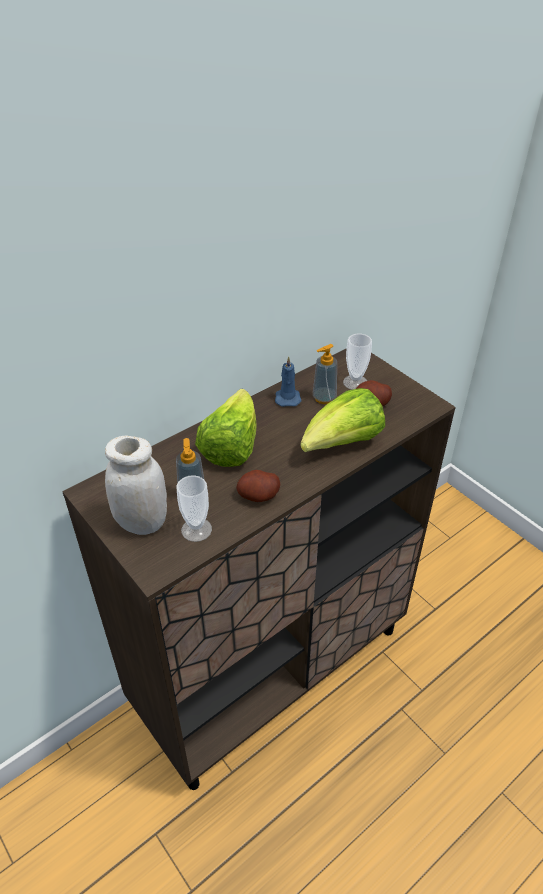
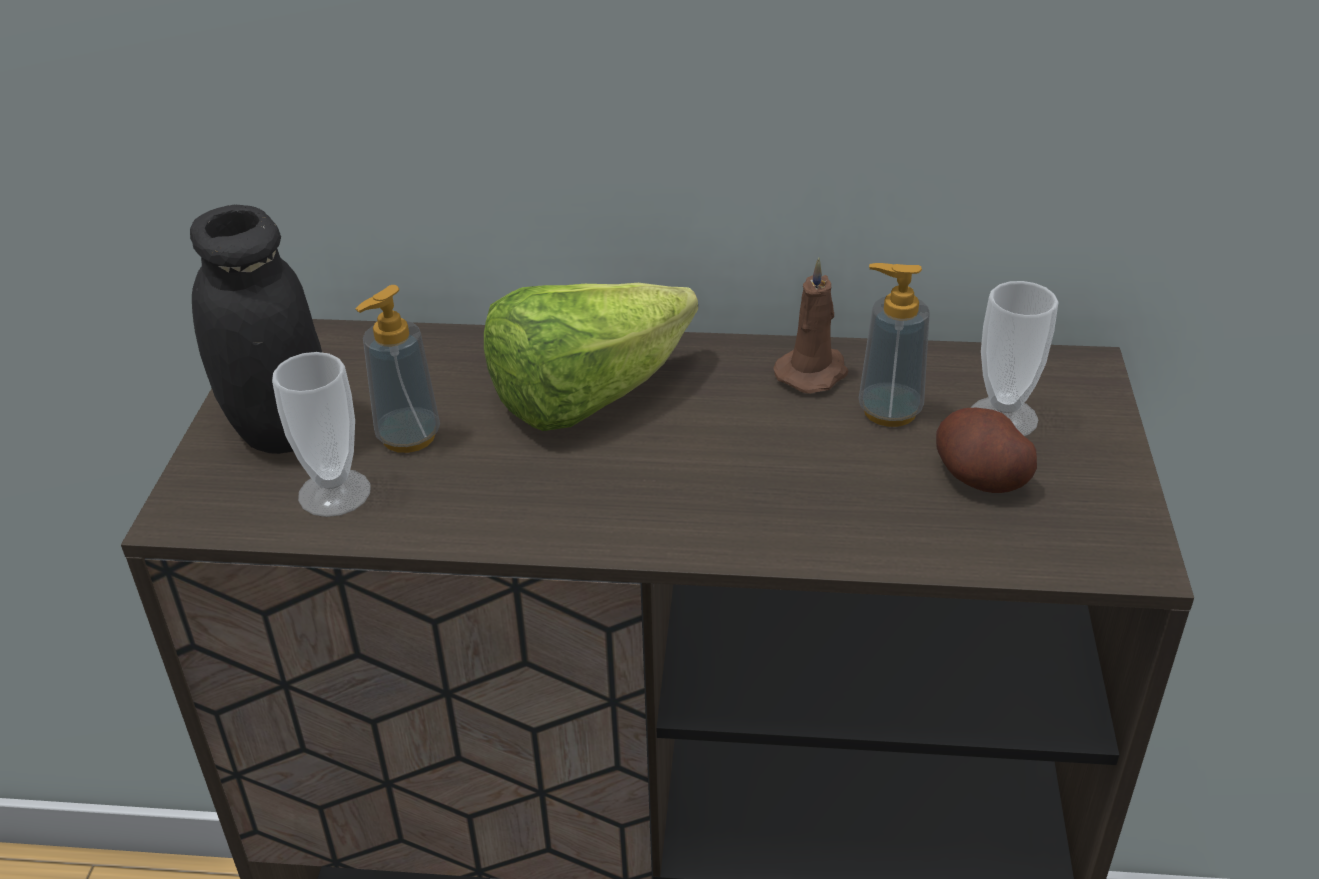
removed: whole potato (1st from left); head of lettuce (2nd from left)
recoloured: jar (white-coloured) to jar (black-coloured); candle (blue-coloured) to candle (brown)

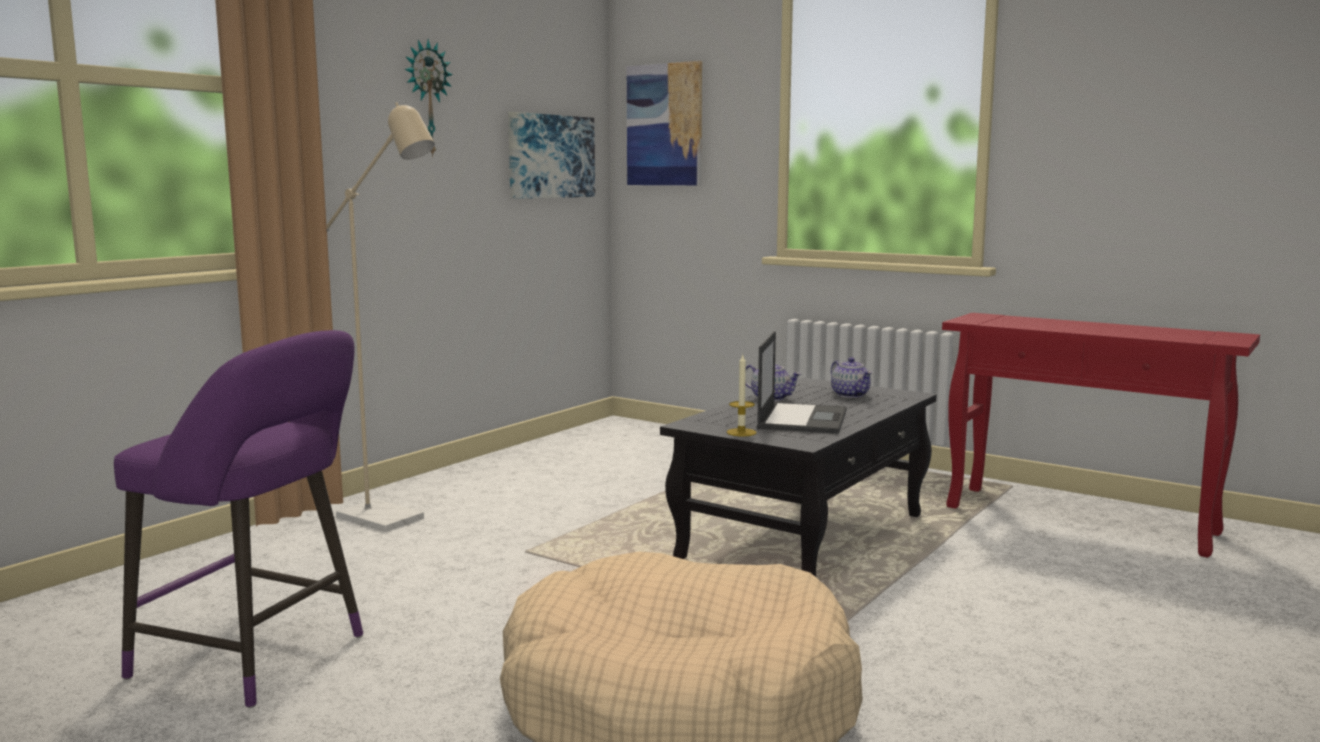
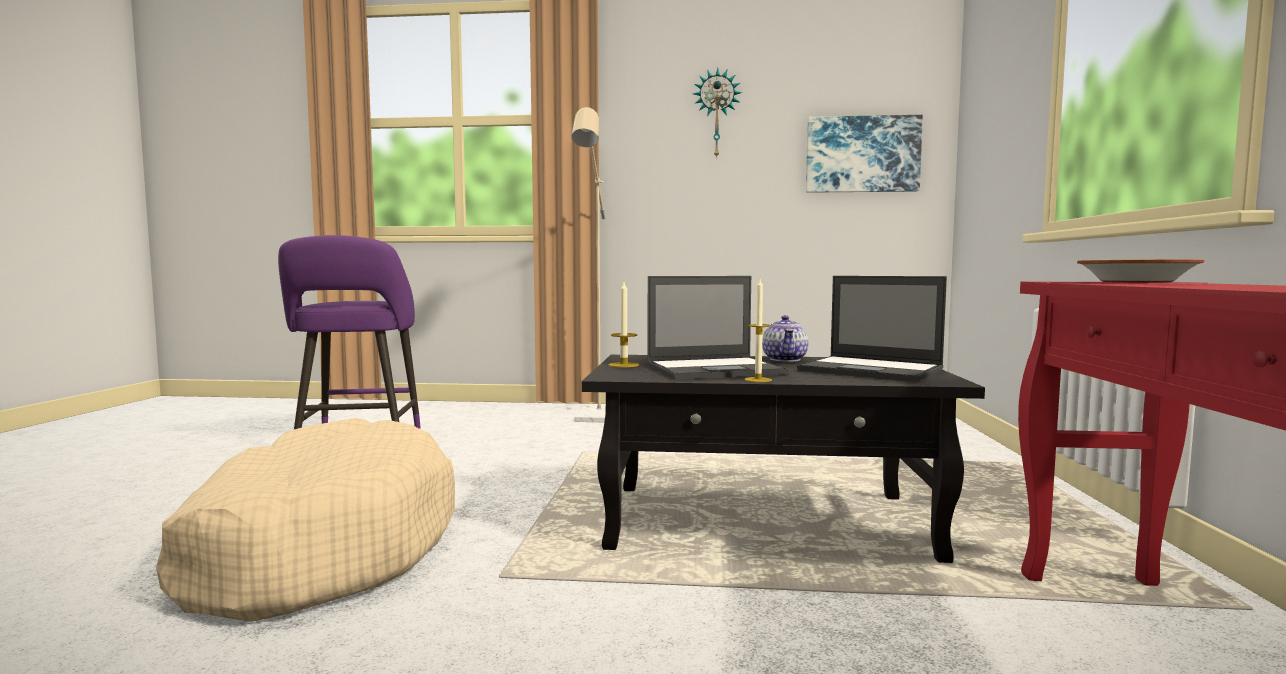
removed: wall picture (2nd from left)
added: candle (2nd from left); deep dish
replaced: tea pot (2nd from left) to notebook computer (2nd from left)

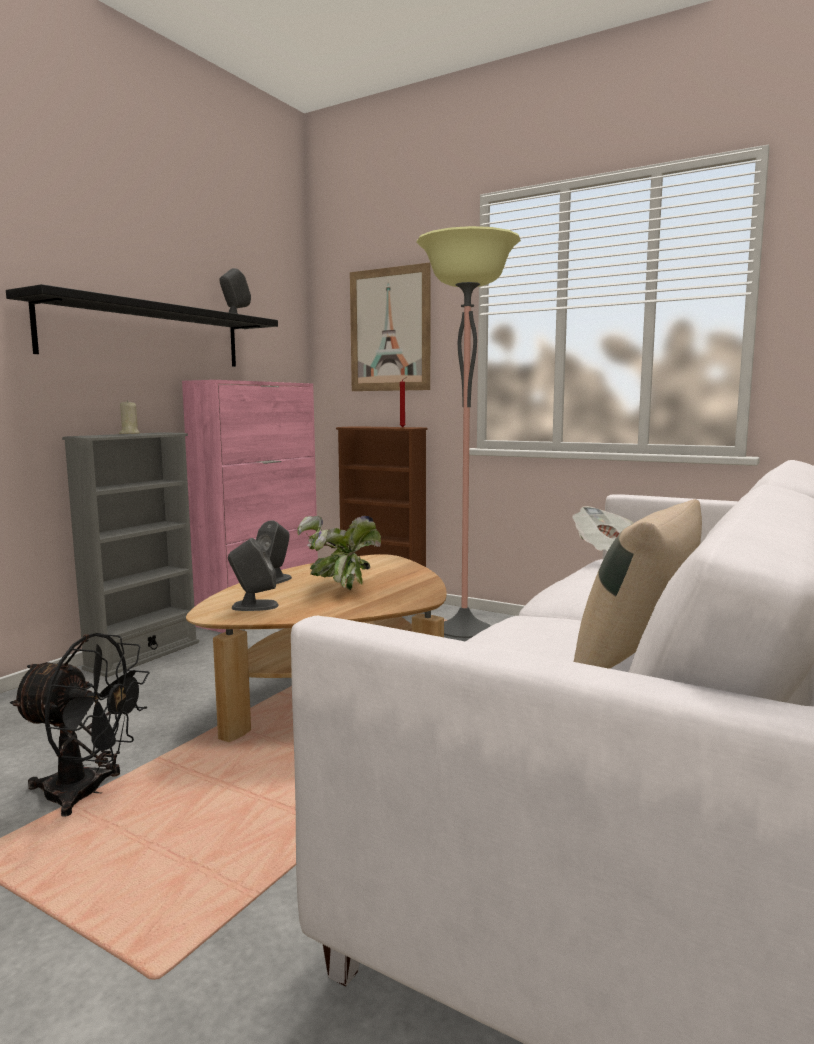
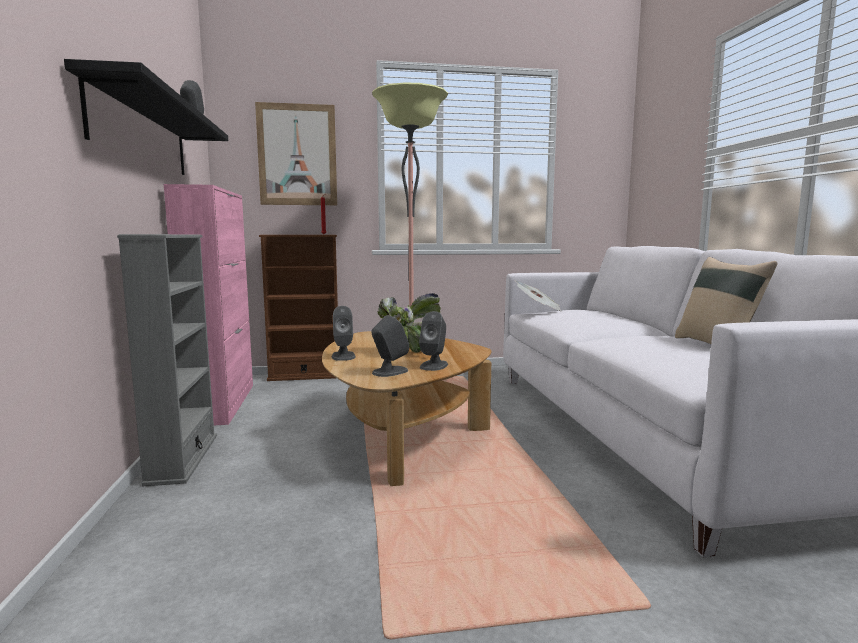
removed: cooling fan (black-coloured); candle (beige-coloured)
added: audio speaker (greyish) (4th from left)

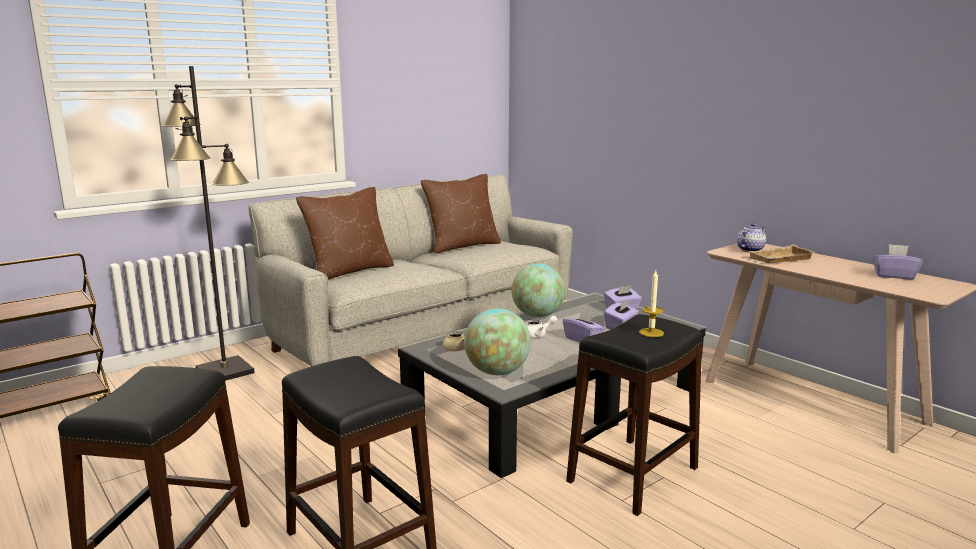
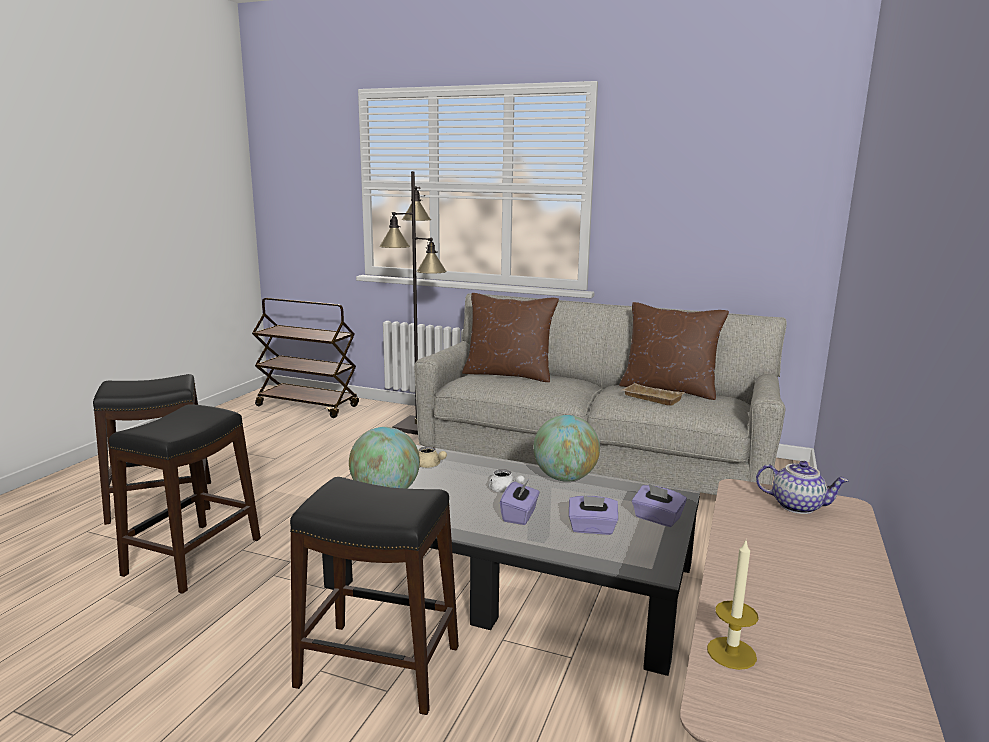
removed: tissue holder (purple-coloured) (4th from left)
moved: carrying tray (beige-coloured); candle

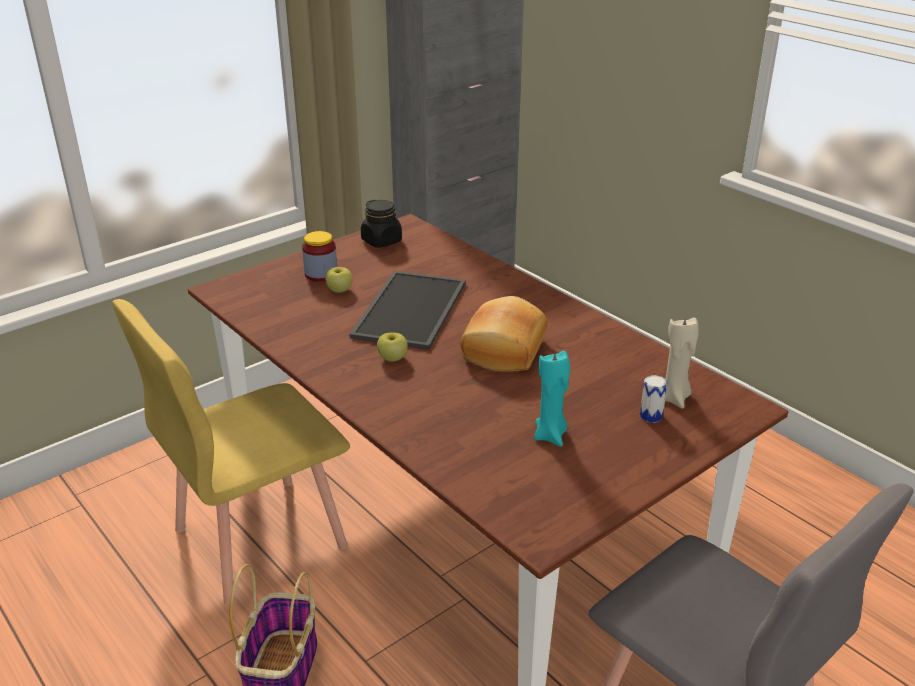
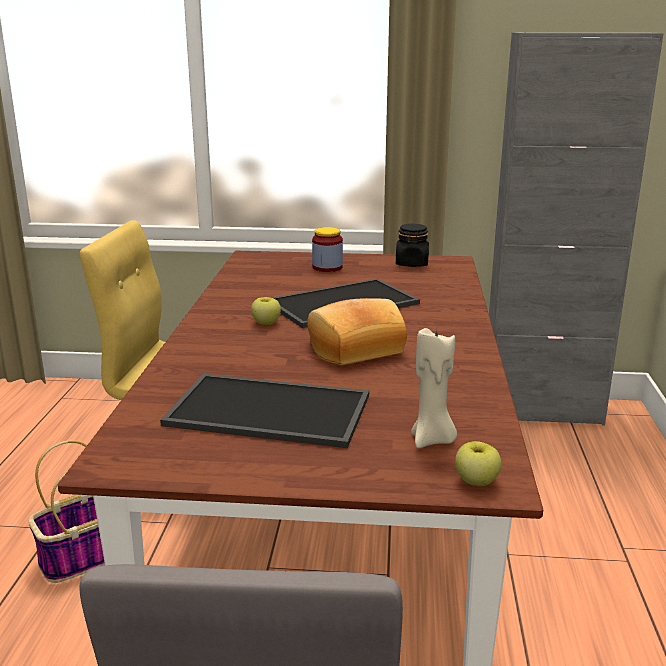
removed: metal can
moved: apple fruit (1st from left in the first image) to apple fruit (2nd from left)
replaced: candle (blue-green) to carrying tray (1st from left)

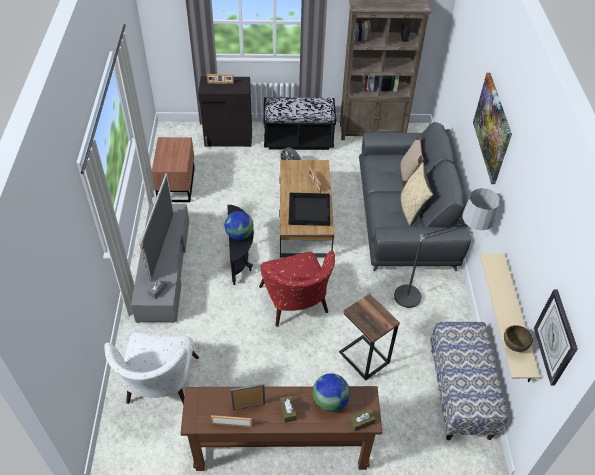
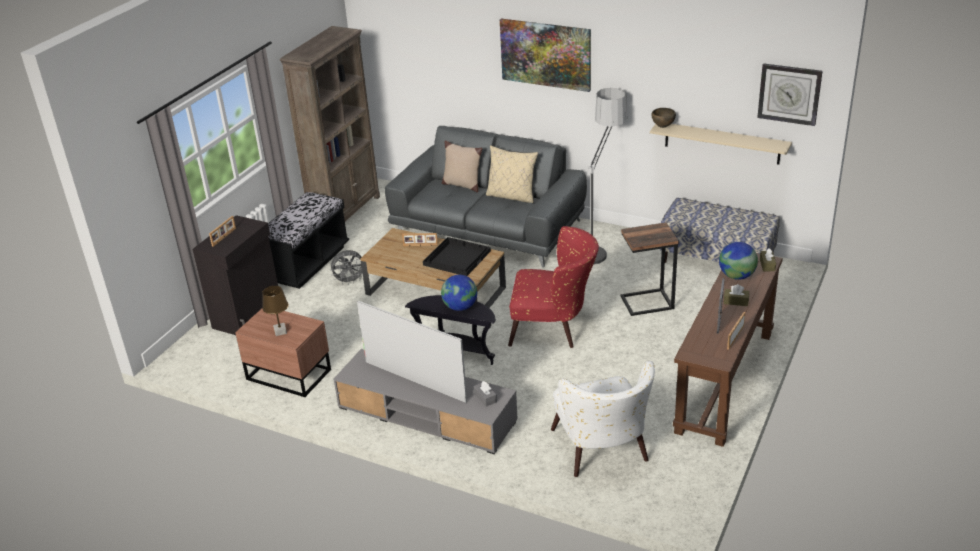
added: table lamp (brown)
moved: deep dish (brown)
turned: lounge chair (white-coloured) 45 degrees clockwise

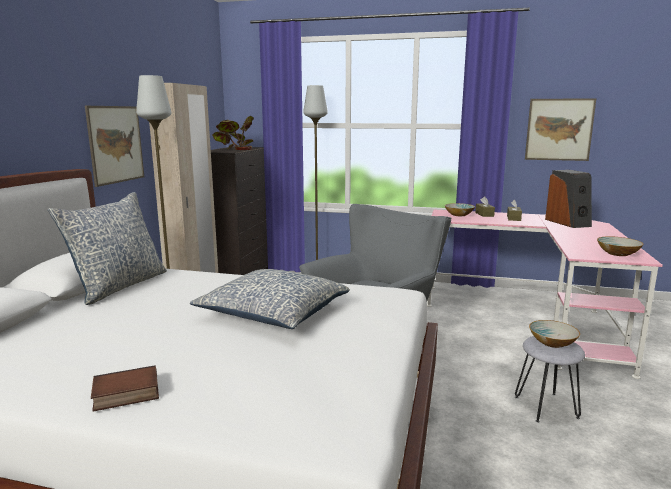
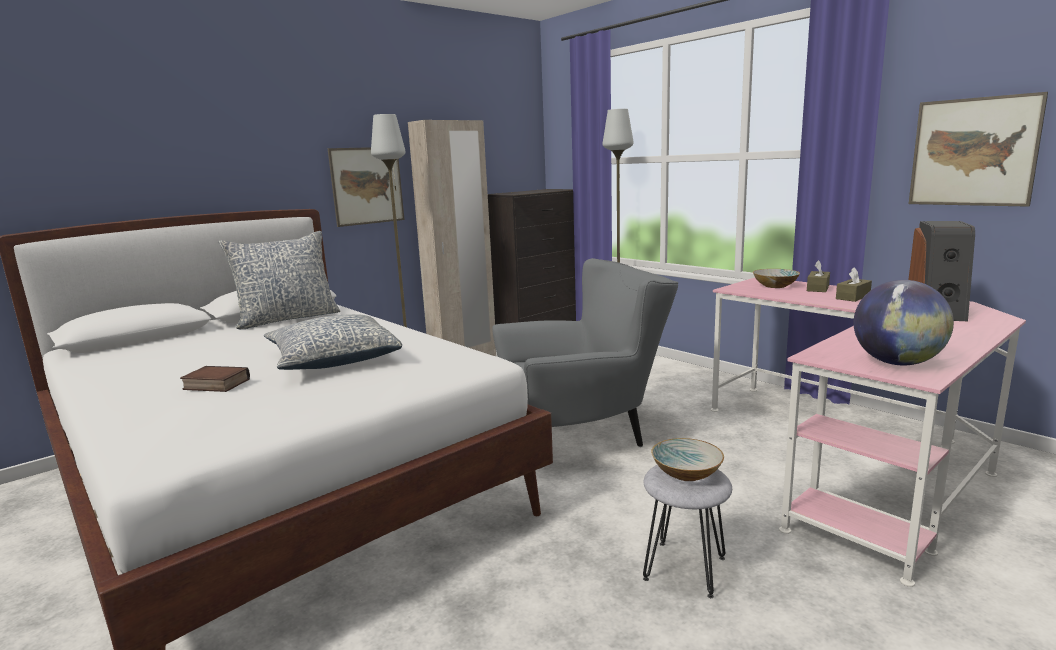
removed: plant in a pot
moved: volume
replaced: deep dish (3rd from left) to globe

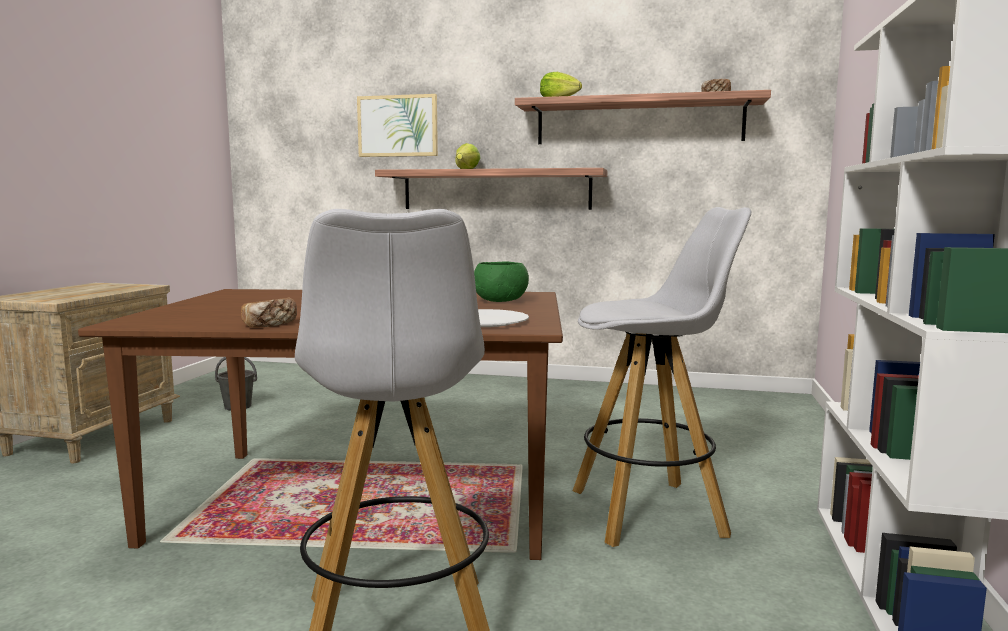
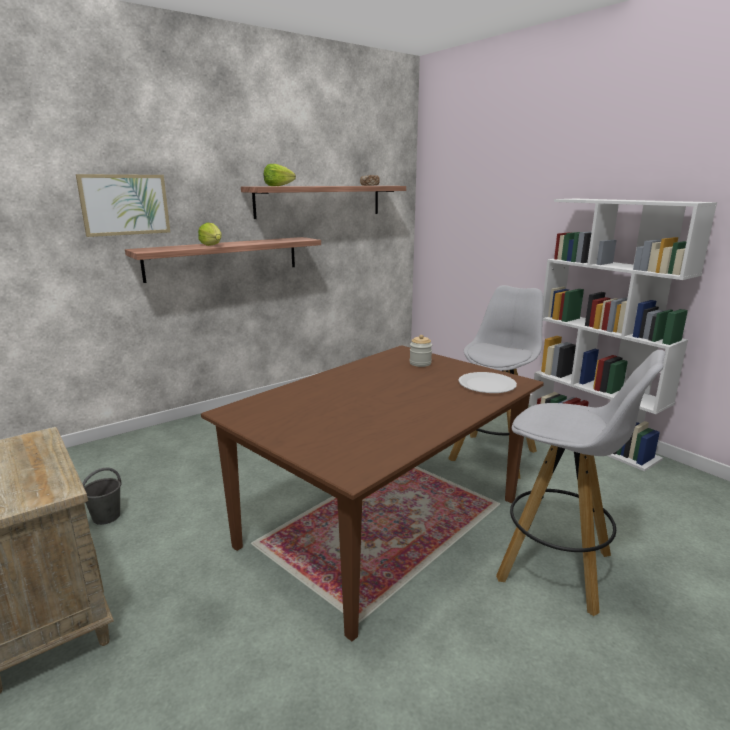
removed: bread (1st from left)
replaced: deep dish (greenish) to jar

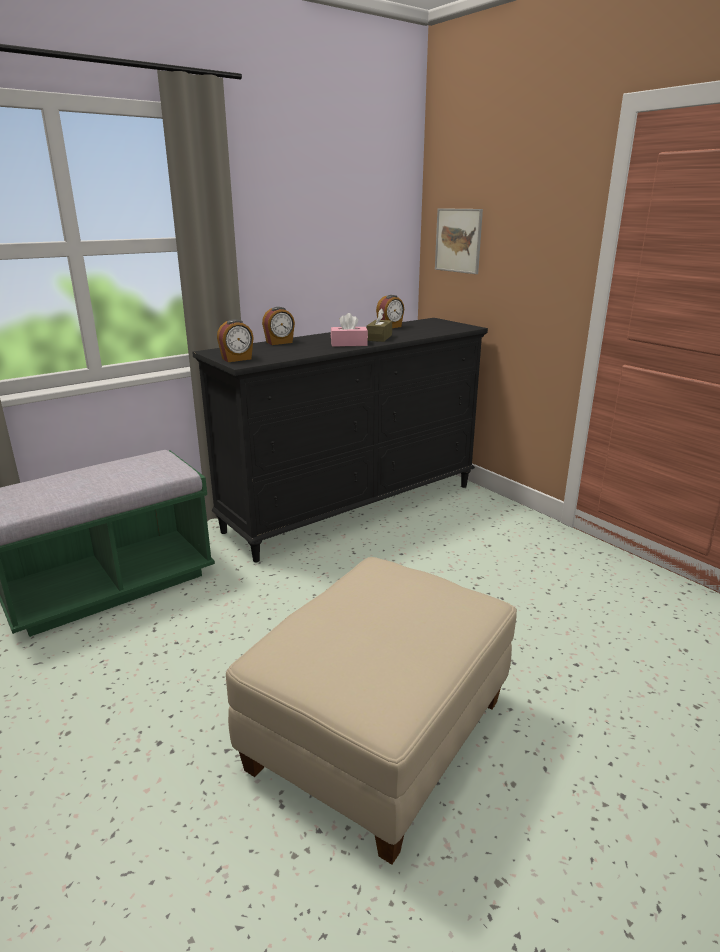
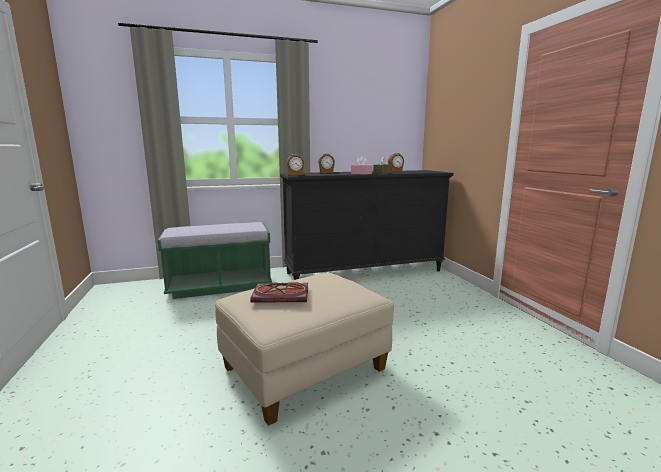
removed: wall picture
added: volume

